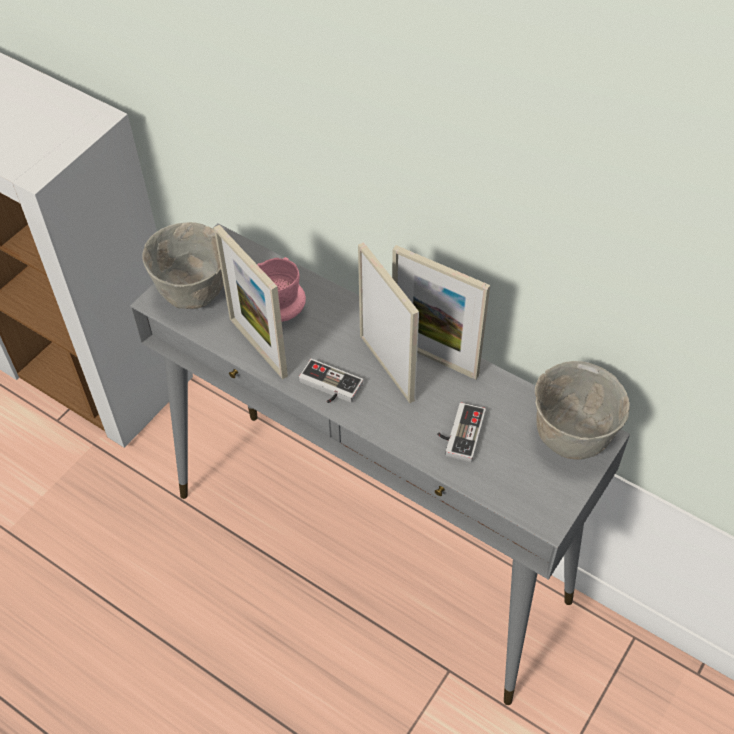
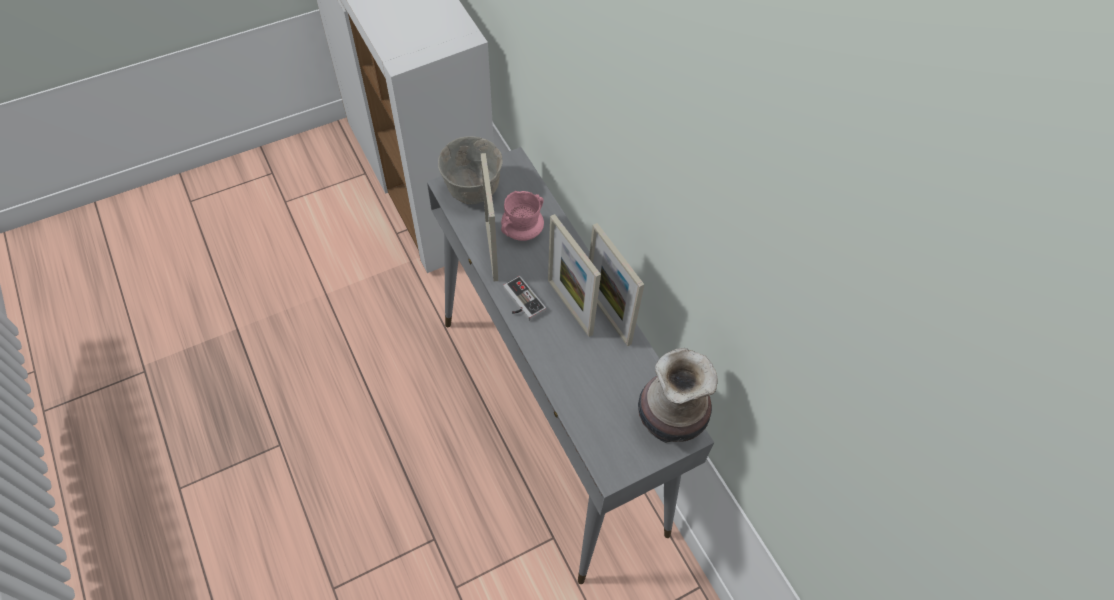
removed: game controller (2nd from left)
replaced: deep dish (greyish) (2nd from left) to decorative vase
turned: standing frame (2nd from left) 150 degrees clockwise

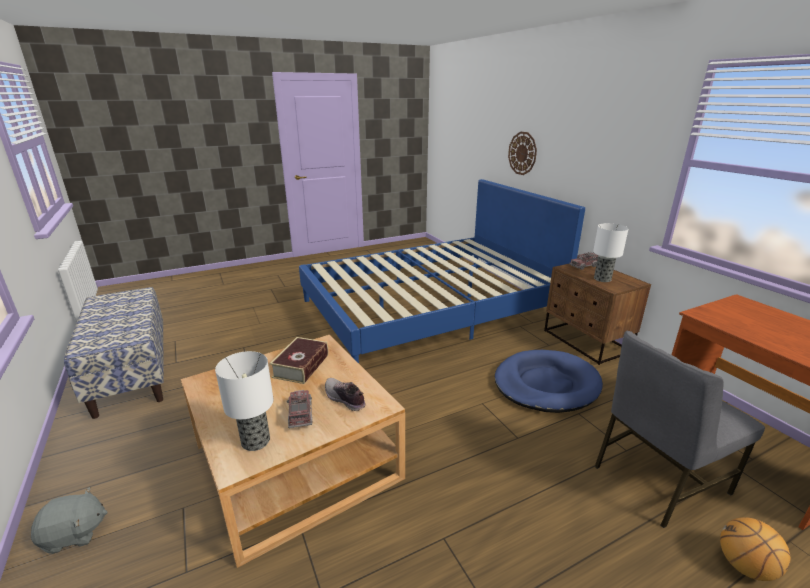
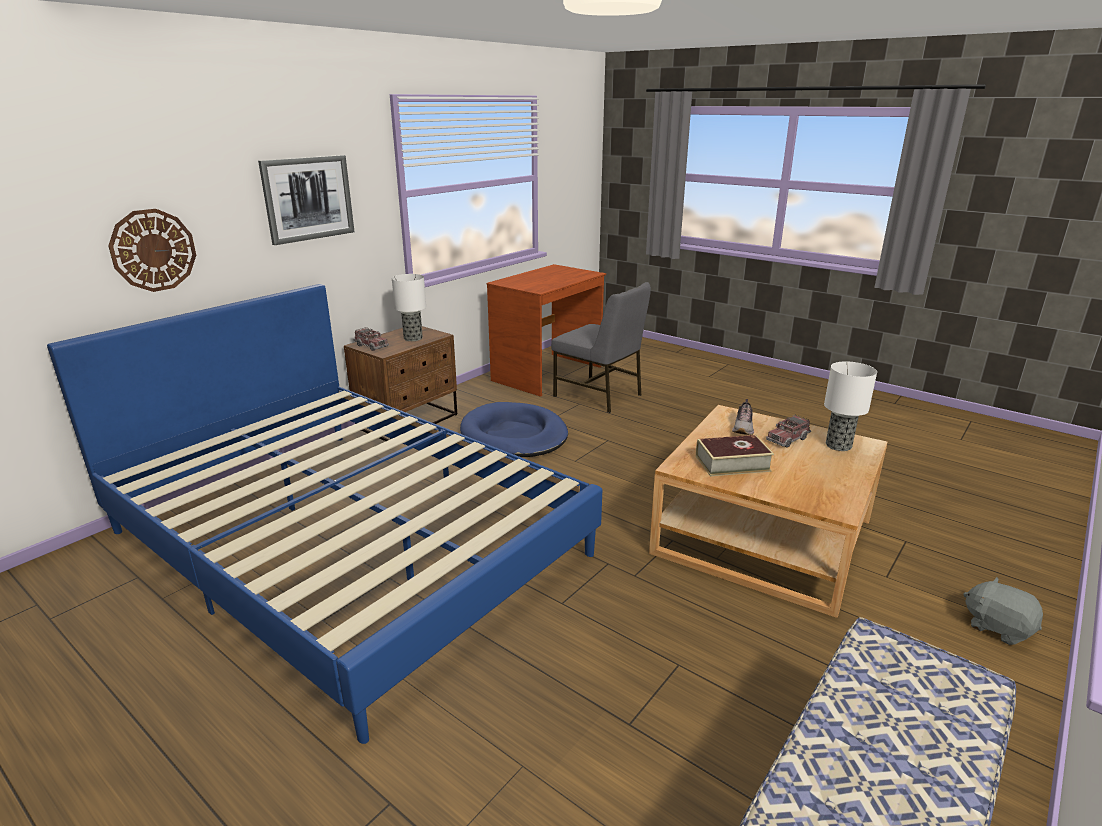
removed: basketball
added: wall picture

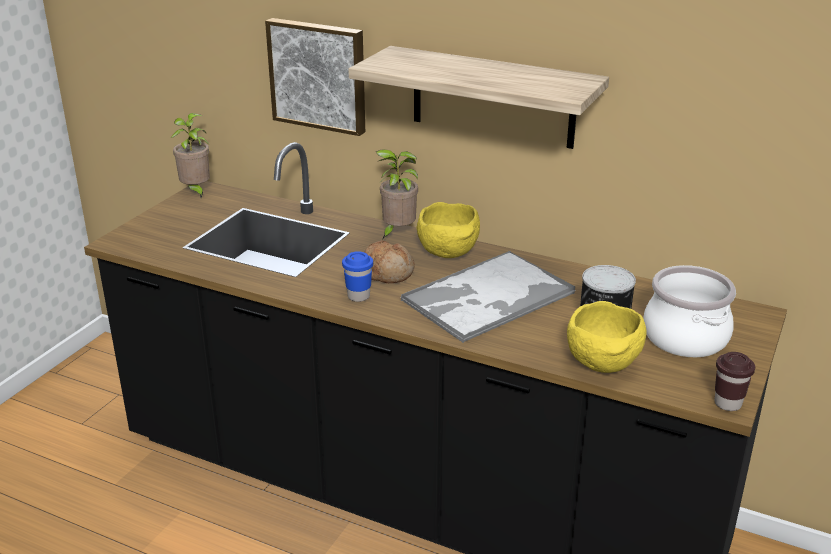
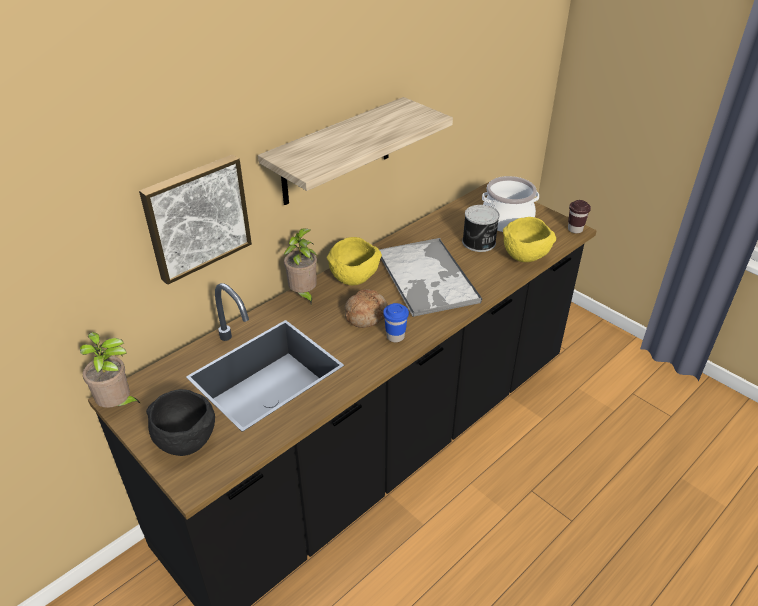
added: deep dish (black-coloured)

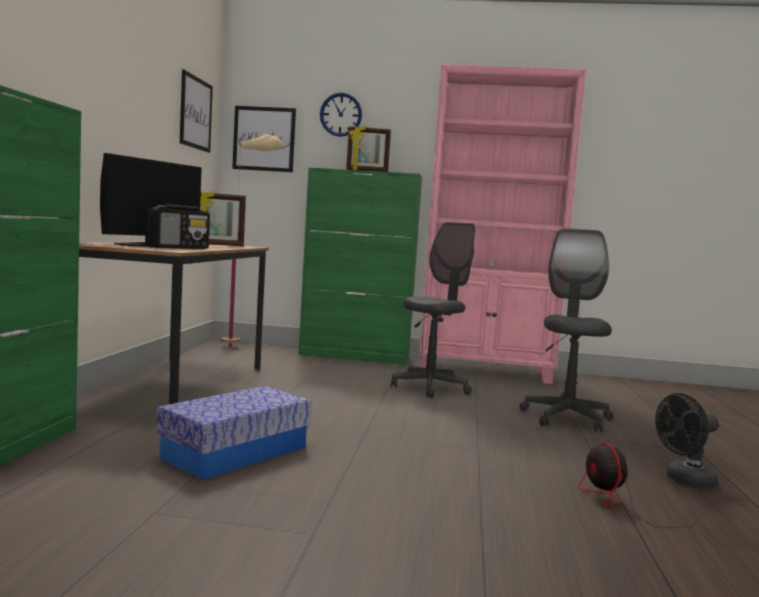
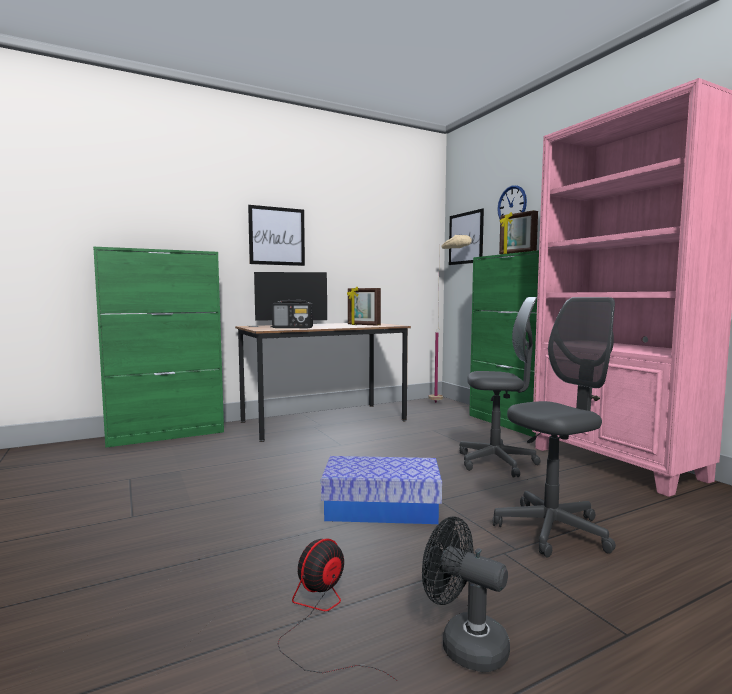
moved: wall picture (1st from left); storage container

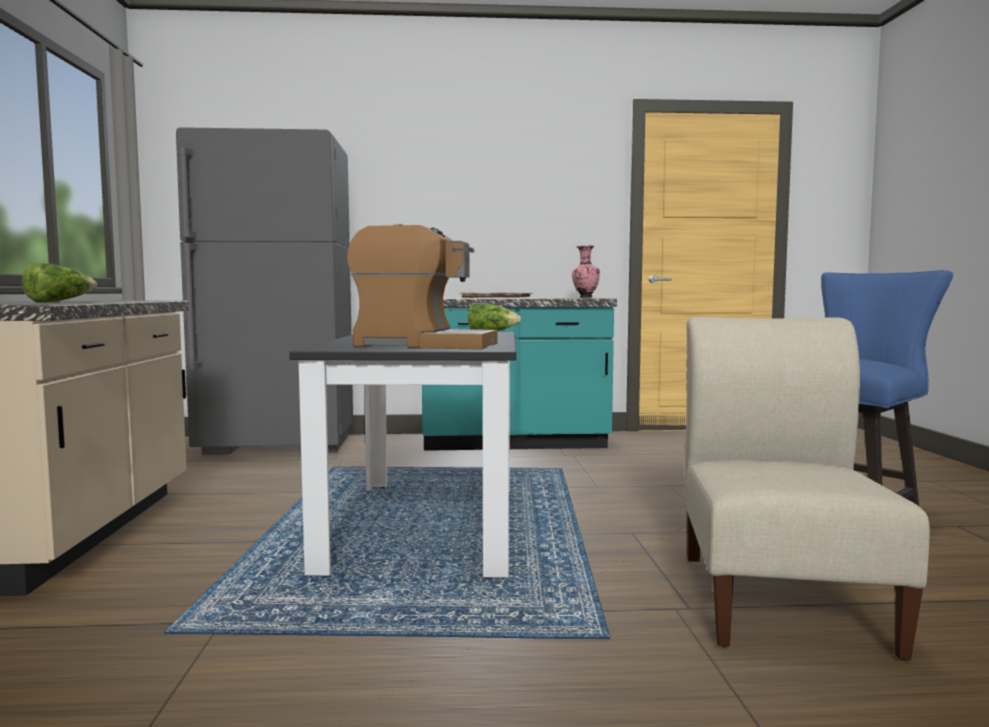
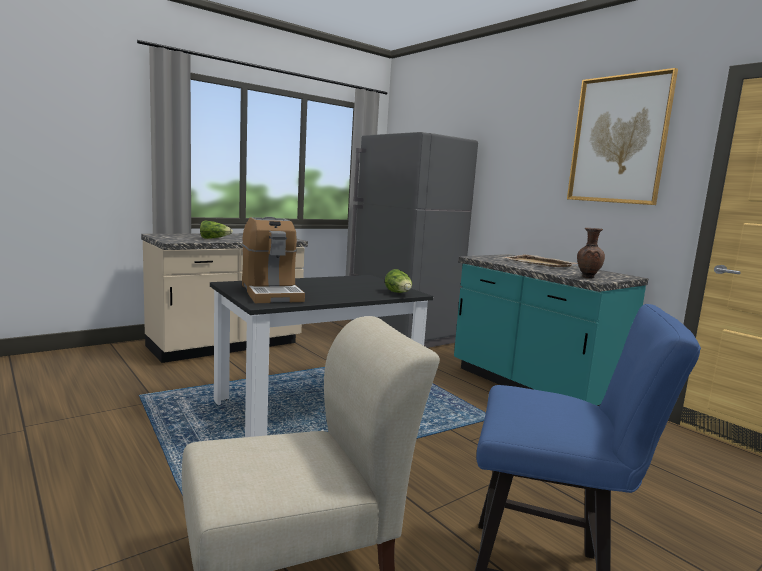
added: wall picture
recoloured: decorative vase (pinkish) to decorative vase (brown)

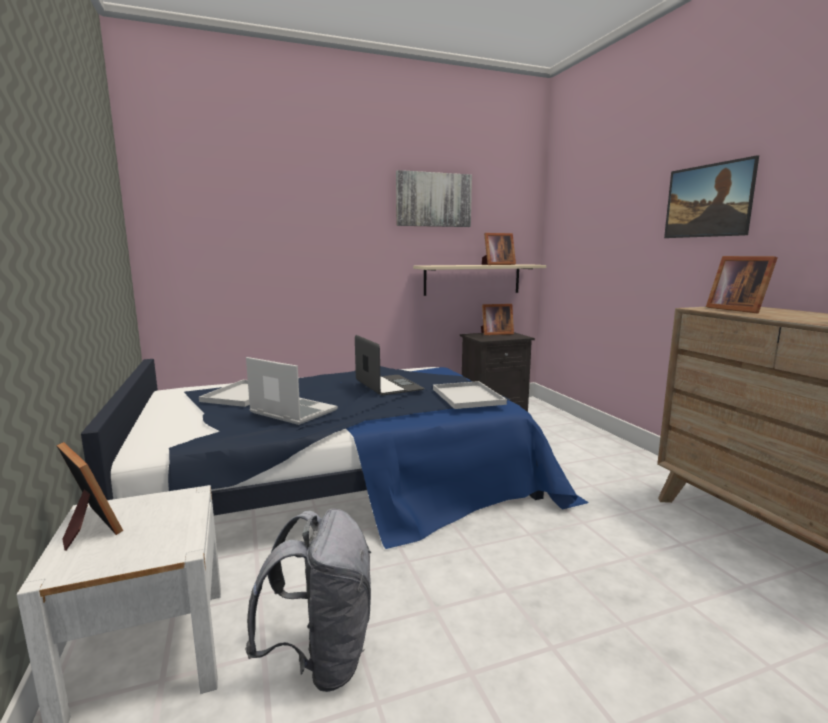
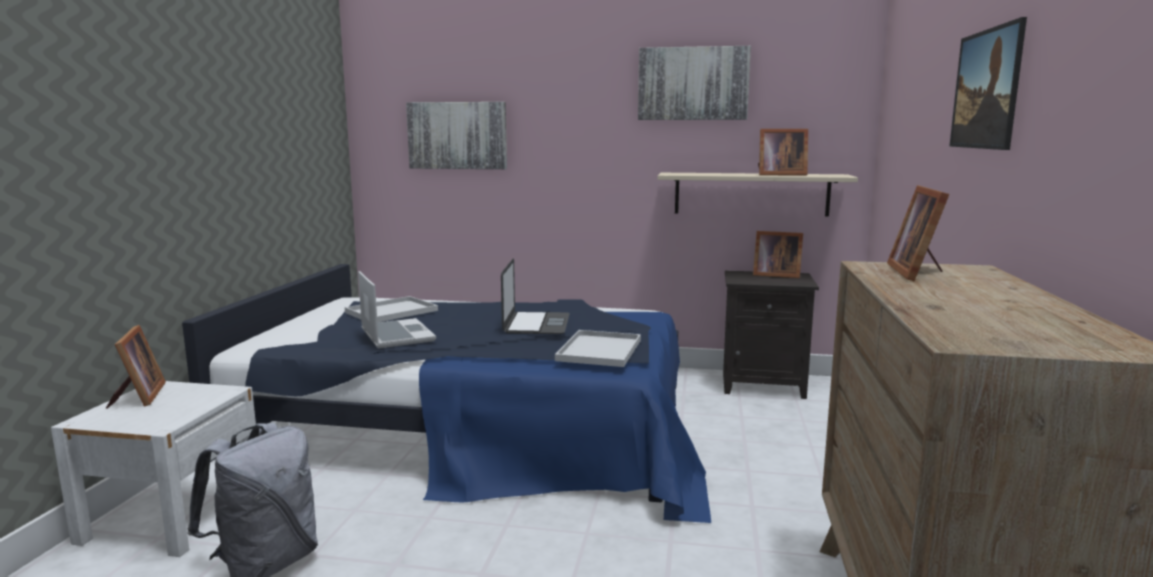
added: wall picture (1st from left)

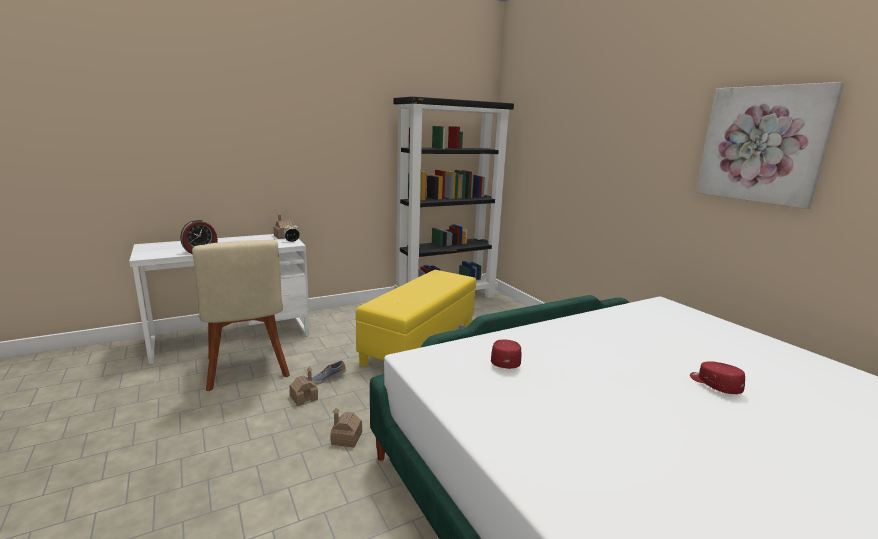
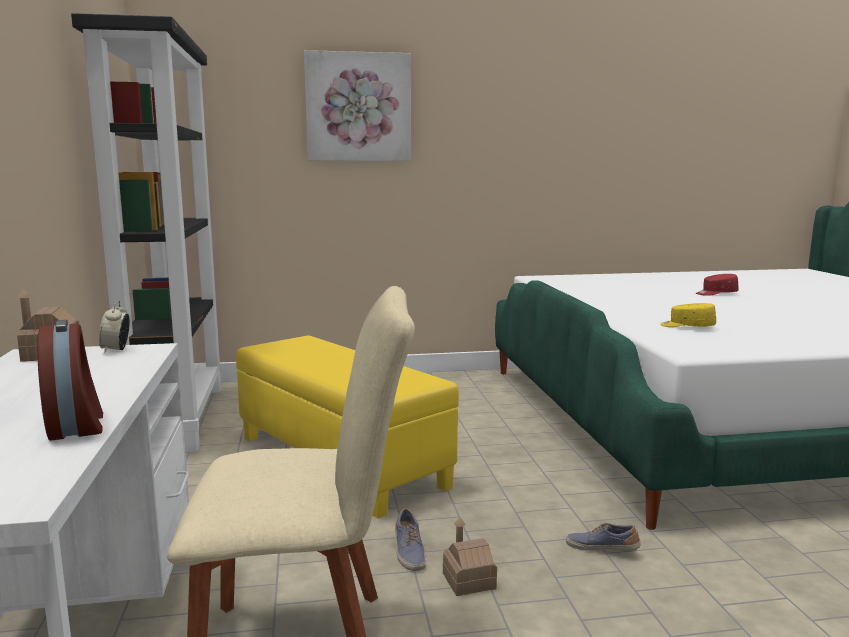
moved: wall picture
replaced: miniature house (3rd from left) to shoe (2nd from left)
recoloured: peaked cap (red) (1st from left) to peaked cap (yellow)

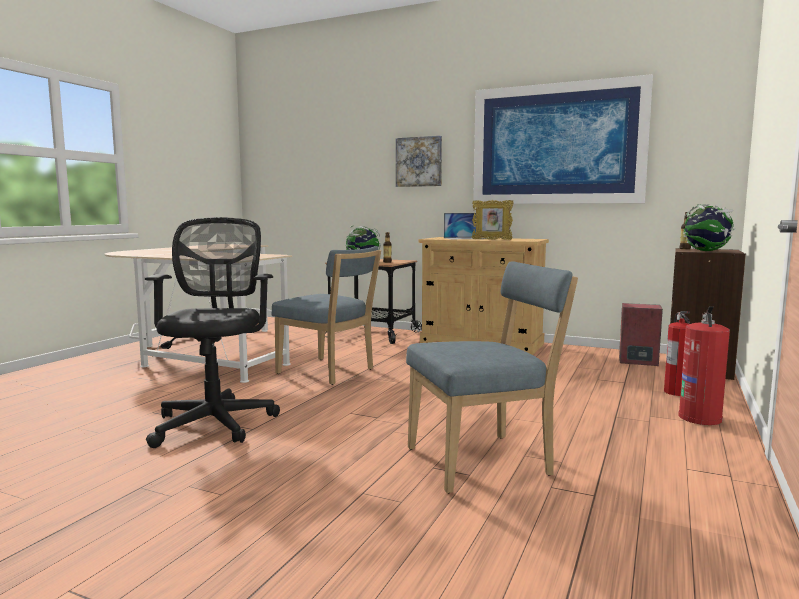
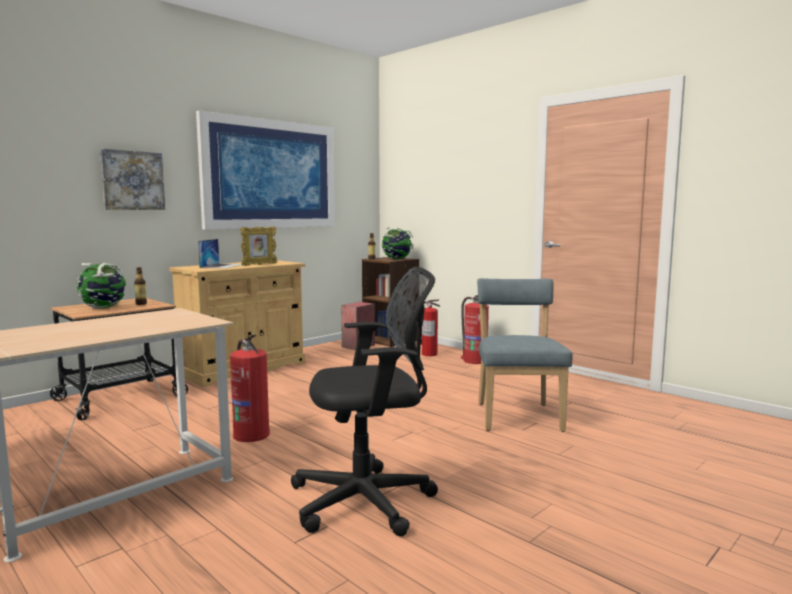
replaced: plain chair (blue-coloured) (1st from left) to fire extinguisher (1st from left)
turned: desk chair (black-coloured) 150 degrees clockwise

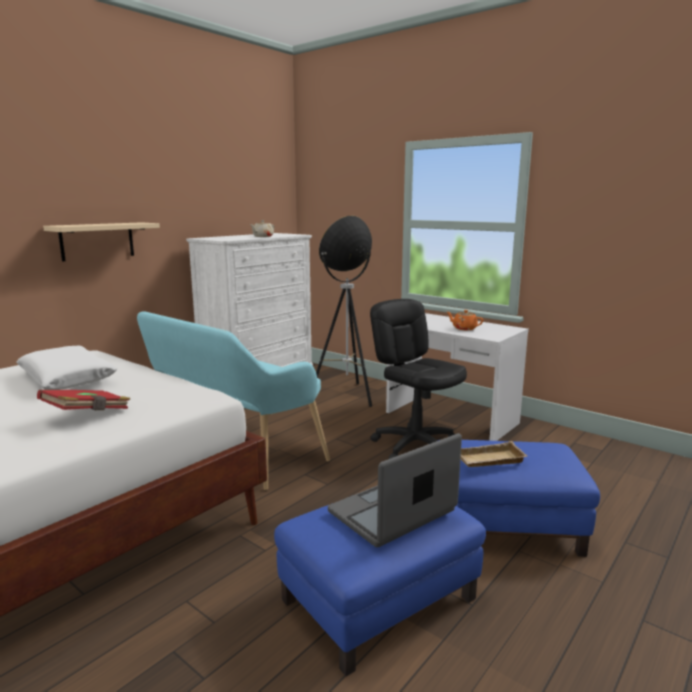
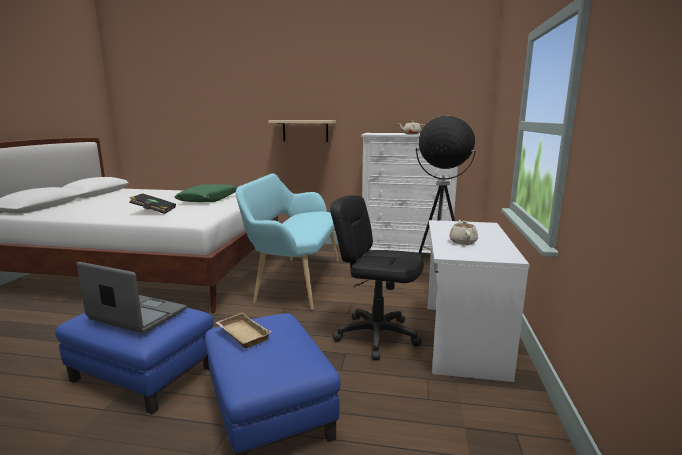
recoloured: volume (red) to volume (black-coloured); pillow (white-coloured) to pillow (greenish); tea pot (orange) to tea pot (beige-coloured) (2nd from left)
turned: desk chair (black-coloured) 90 degrees counterclockwise

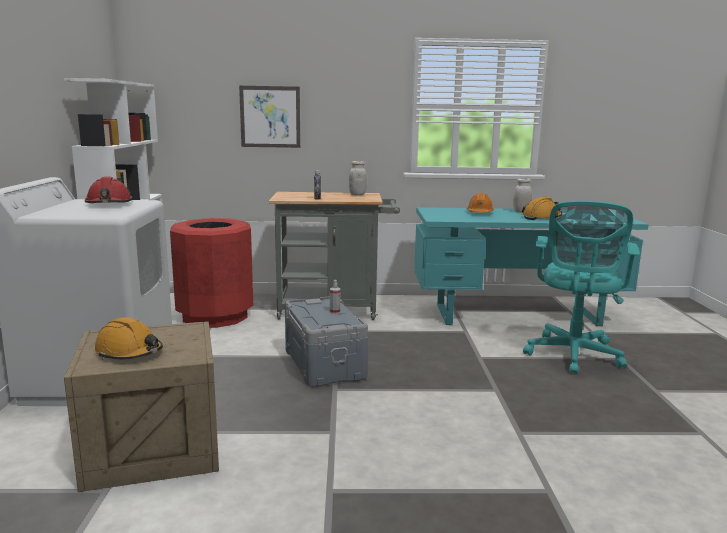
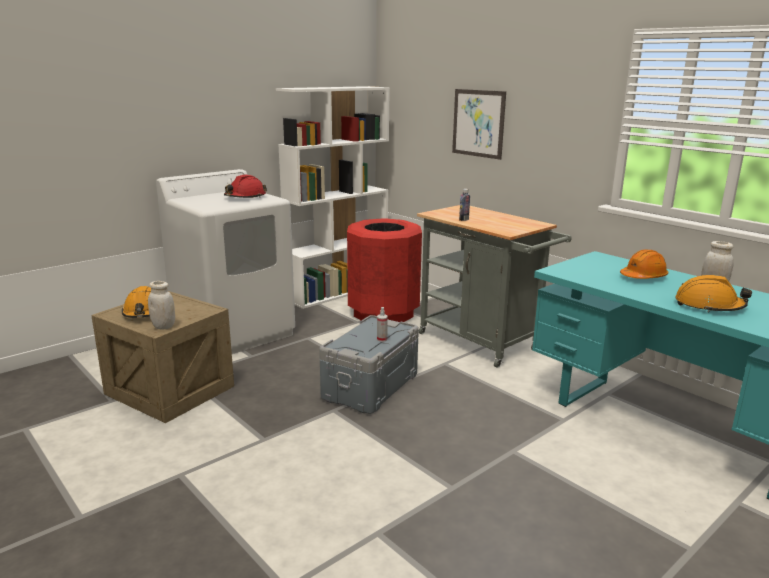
removed: desk chair (blue-green)
moved: jar (white-coloured) (1st from left)

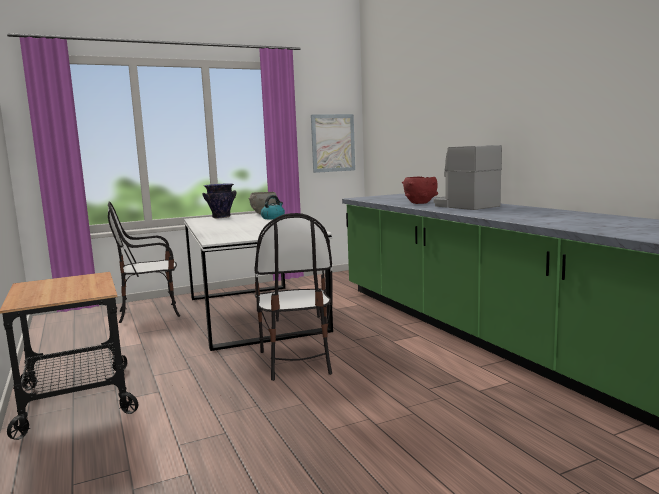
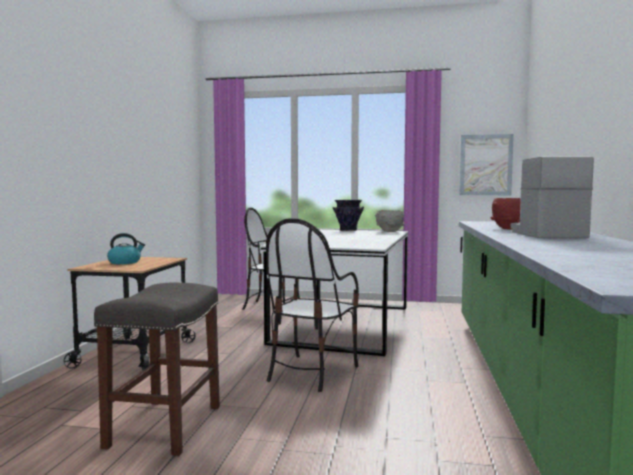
added: sitting stool (greyish)
moved: kettle

